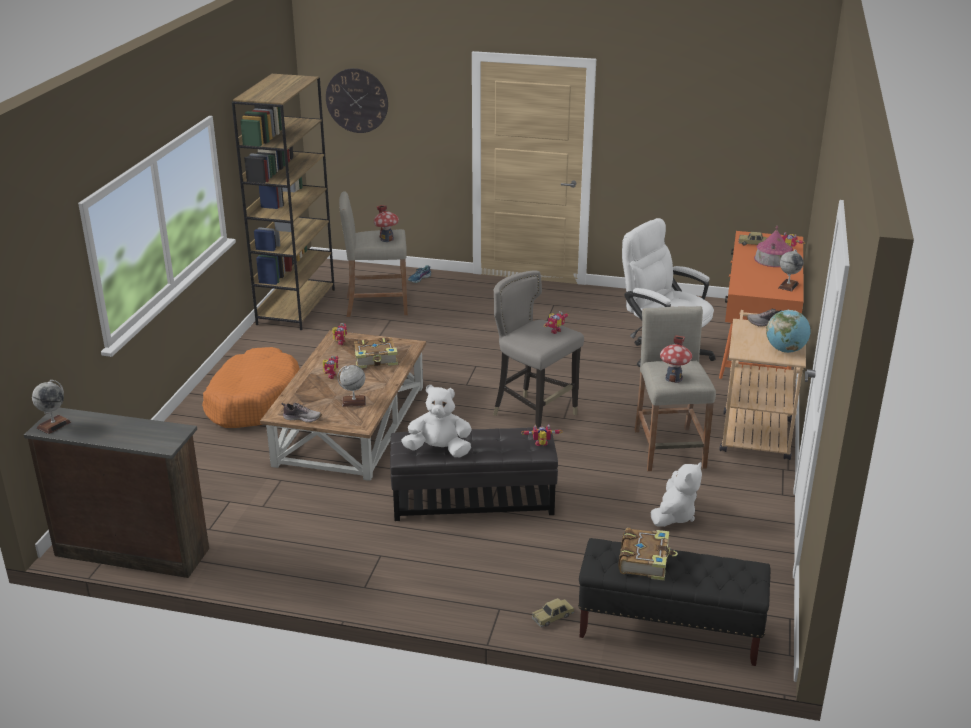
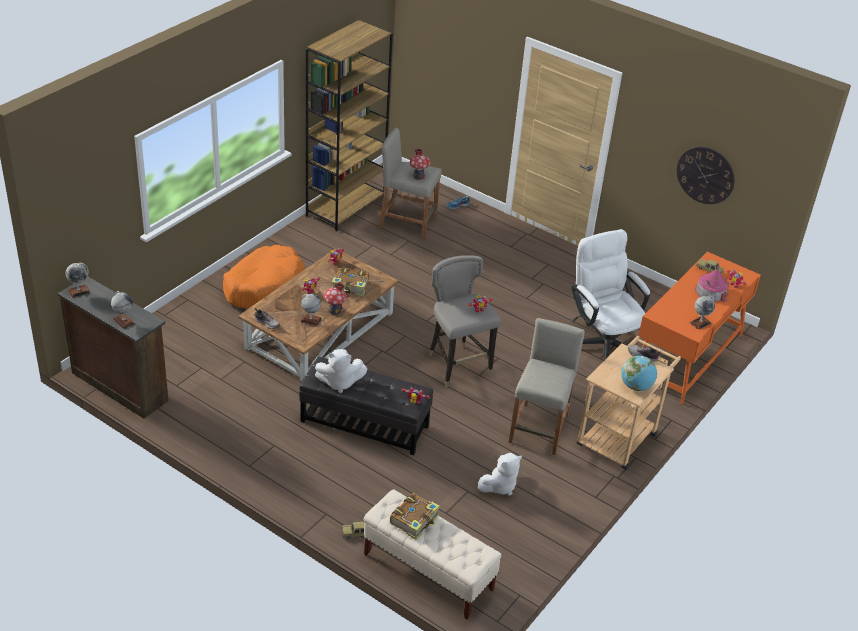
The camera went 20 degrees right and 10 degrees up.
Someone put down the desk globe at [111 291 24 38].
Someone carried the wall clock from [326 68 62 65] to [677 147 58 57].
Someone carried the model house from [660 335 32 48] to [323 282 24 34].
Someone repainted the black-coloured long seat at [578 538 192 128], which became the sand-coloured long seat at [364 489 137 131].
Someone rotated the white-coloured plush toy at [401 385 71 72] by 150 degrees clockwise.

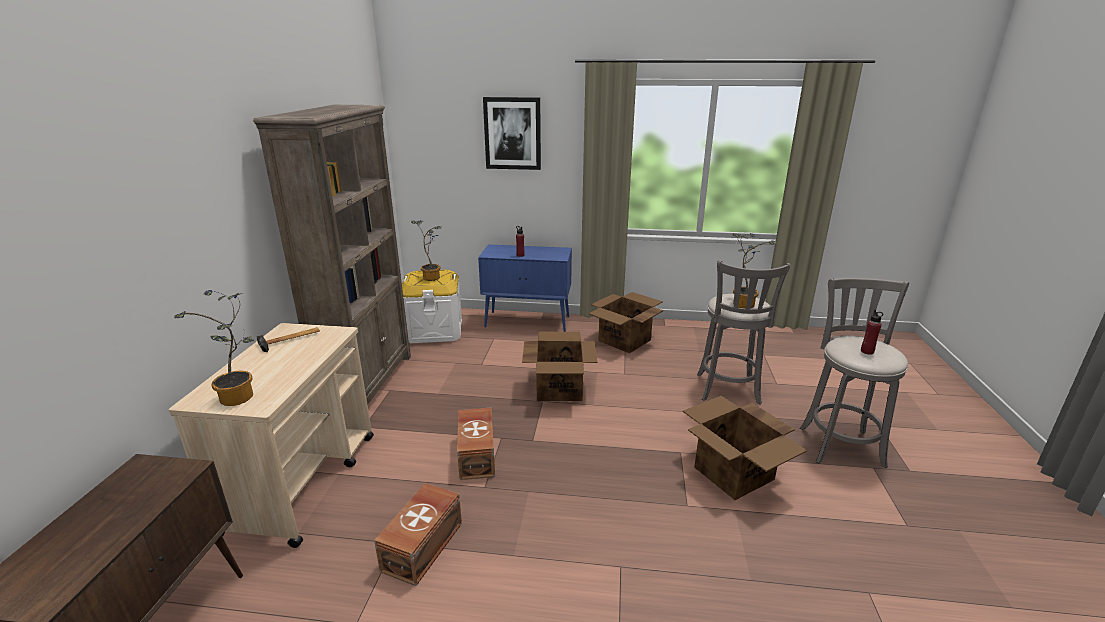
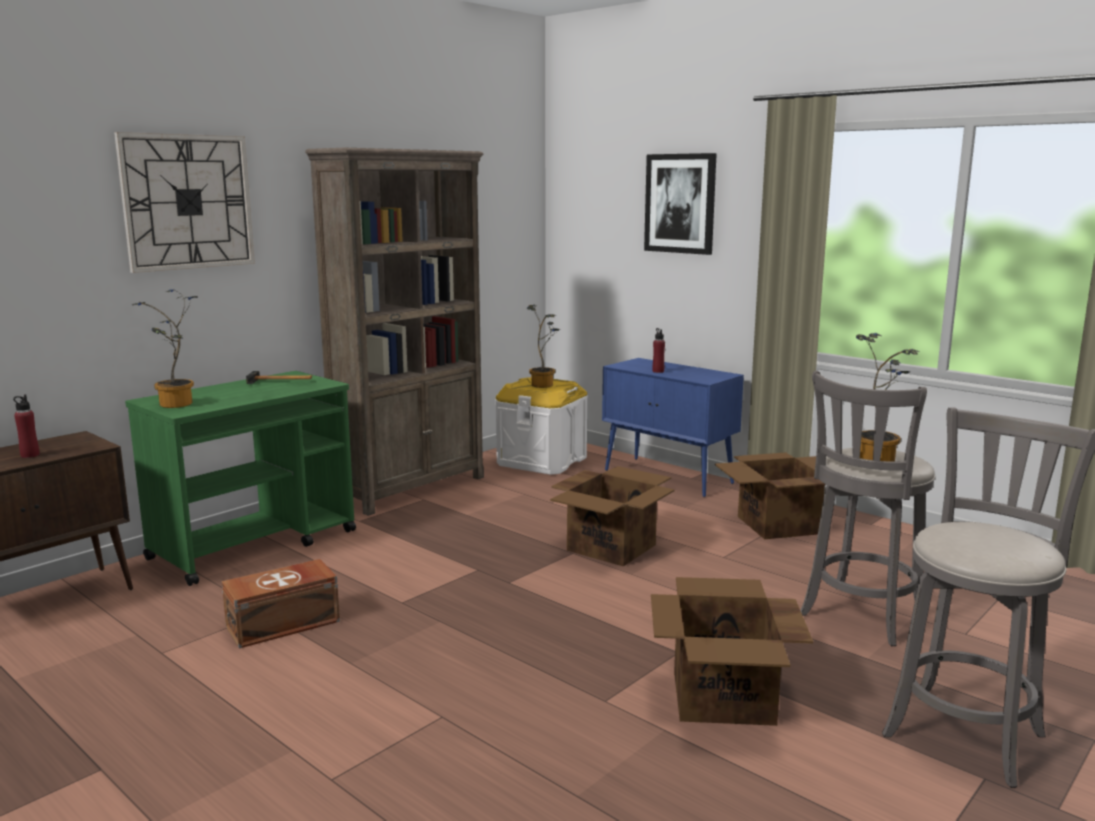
The camera went 35 degrees right and 10 degrees down.
Someone took away the brown storage container at [457 408 38 72].
Someone put up the wall clock at [114 132 141 141].
Someone carried the red-coloured bottle from [861 310 22 45] to [13 394 27 64].
Someone repainted the sand-coloured trolley at [169 323 205 225], which became the green-coloured trolley at [125 371 231 215].

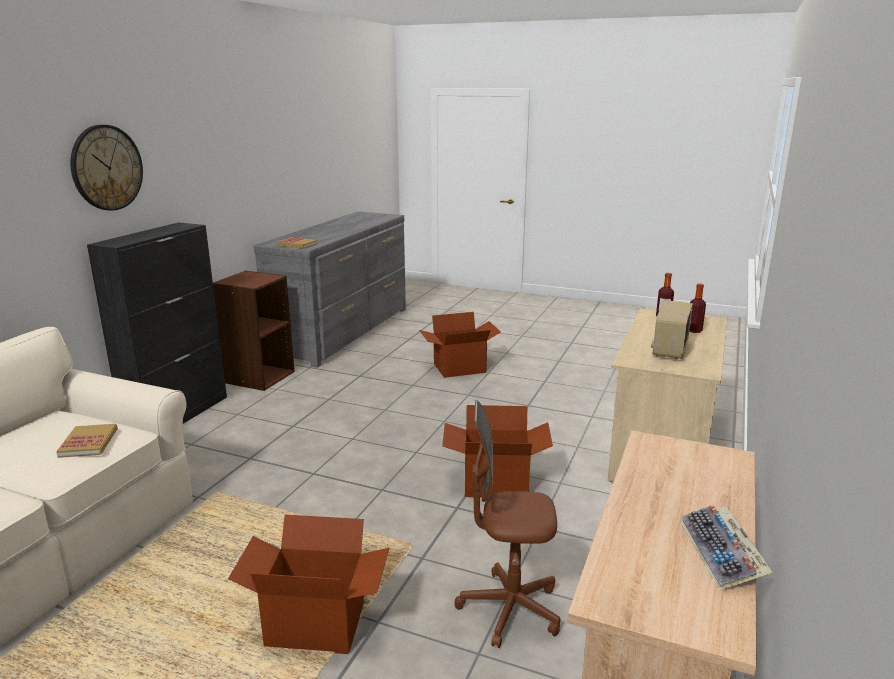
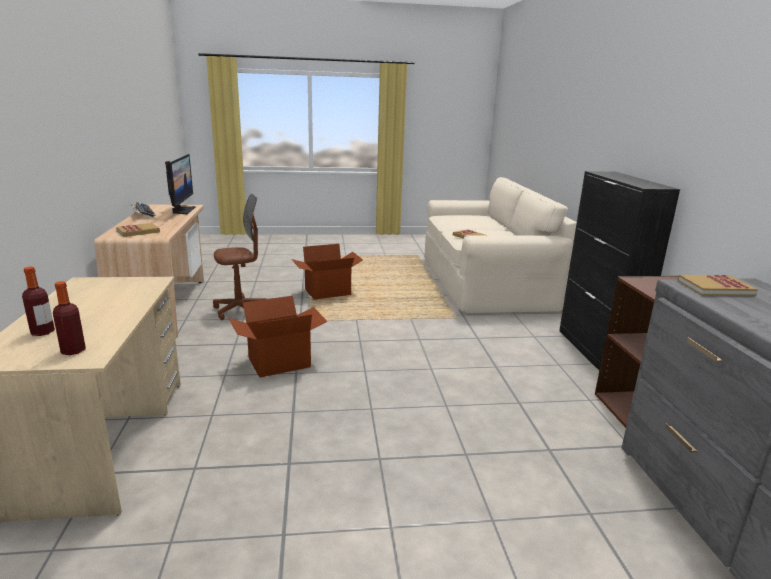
The camera went 150 degrees right and 0 degrees up.
Someone took away the wall clock at [70 125 73 86].
Someone took away the cardboard box at [419 312 82 66].
Someone took away the radio at [651 300 42 59].
Someone put down the bound book at [116 223 44 14].
Someone put down the computer screen at [165 154 30 60].

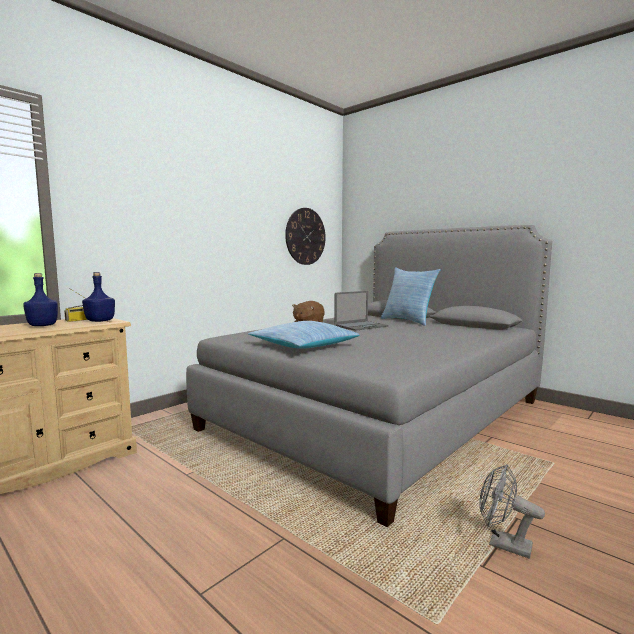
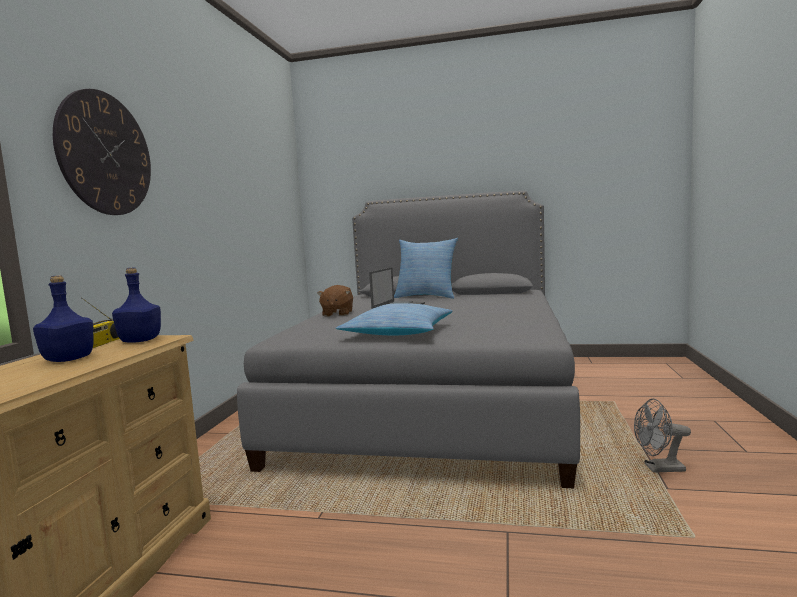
The camera went 30 degrees left and 0 degrees up.
Someone carried the wall clock from [285 208 41 57] to [53 89 98 126].

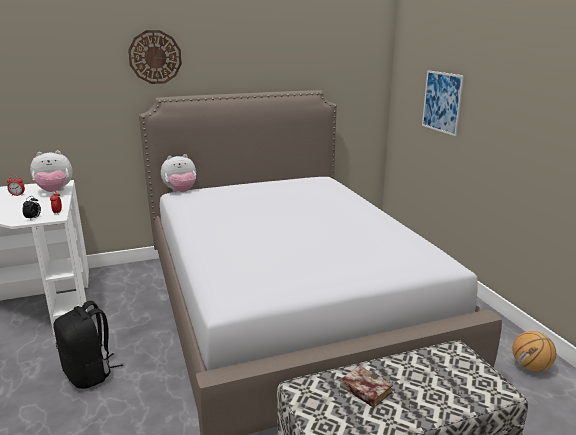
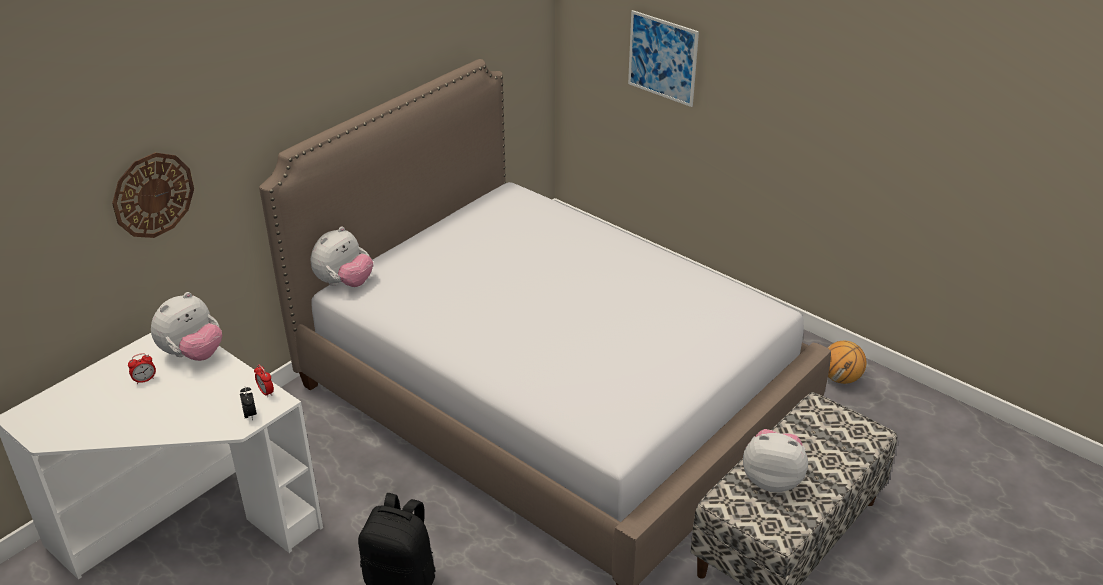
The camera went 30 degrees left and 15 degrees up.
Someone carried the wall clock from [128 30 54 54] to [112 153 82 85].
Someone swapped the bound book at [340 365 53 43] for the plush toy at [743 429 65 63].

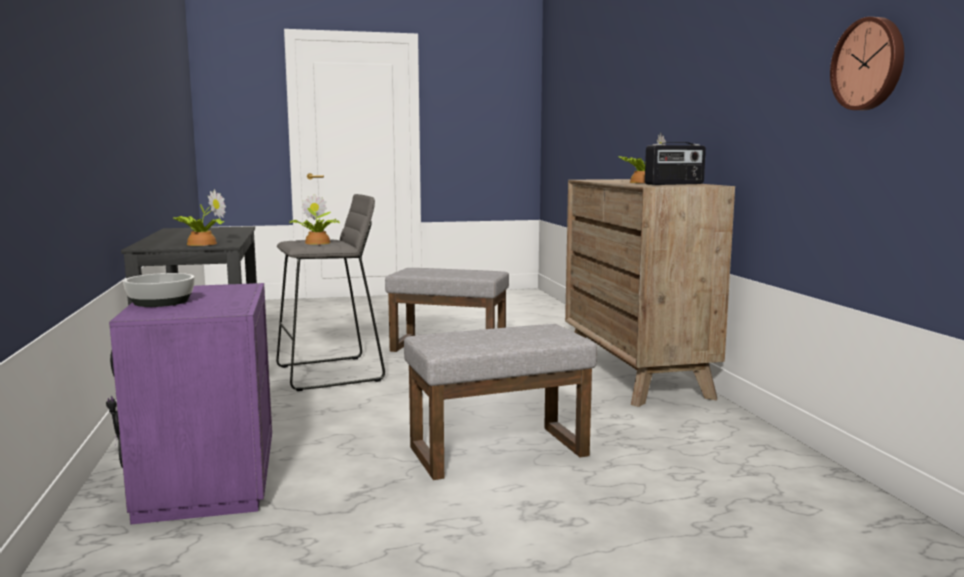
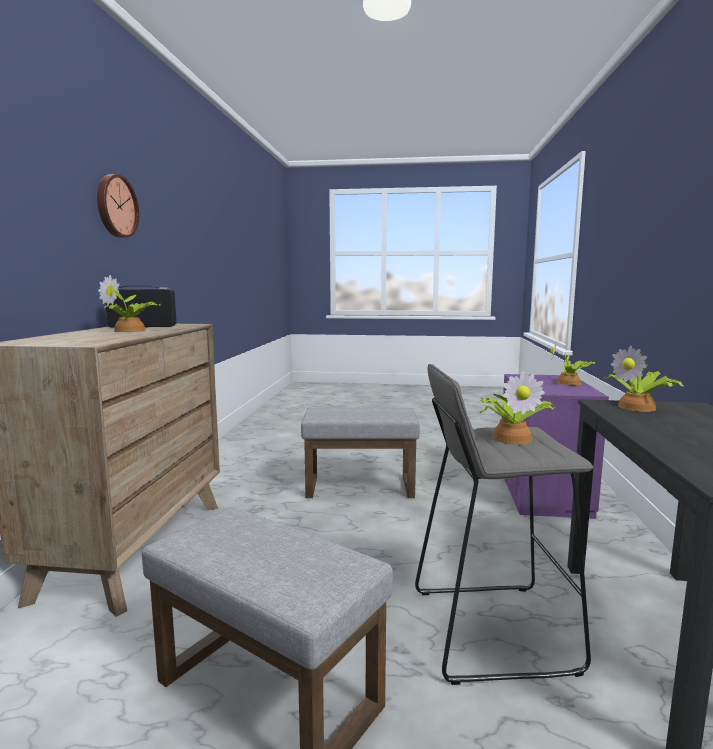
The camera went 160 degrees left and 0 degrees up.
Someone carried the wall clock from [830 17 74 93] to [97 174 42 64].
Someone swapped the serving bowl at [123 273 72 34] for the houseplant at [551 340 45 45].

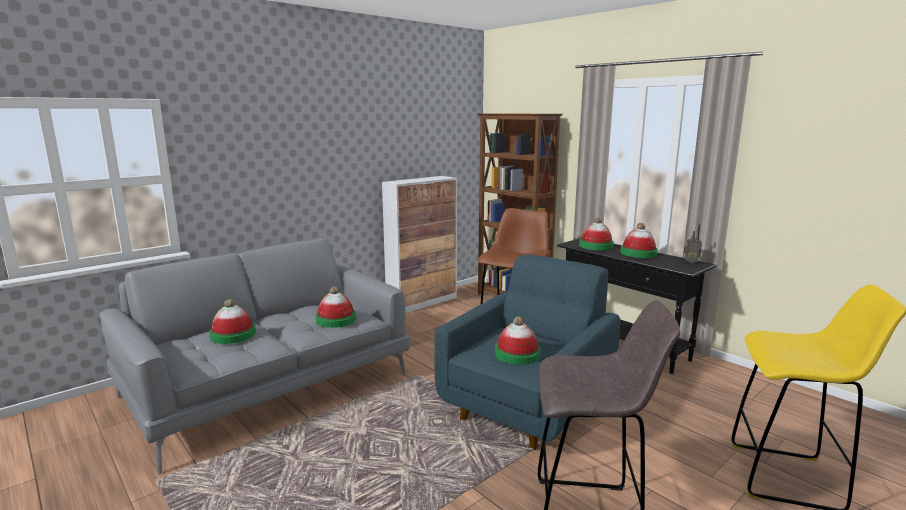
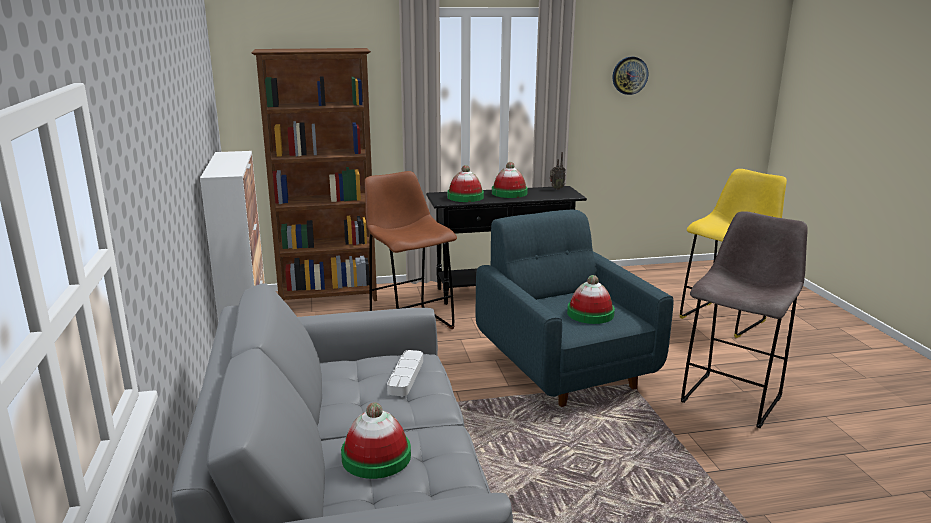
The camera went 60 degrees left and 5 degrees up.
Someone put up the wall clock at [613 57 35 38].
Someone swapped the hat at [316 286 40 42] for the grey tray at [387 350 36 46].

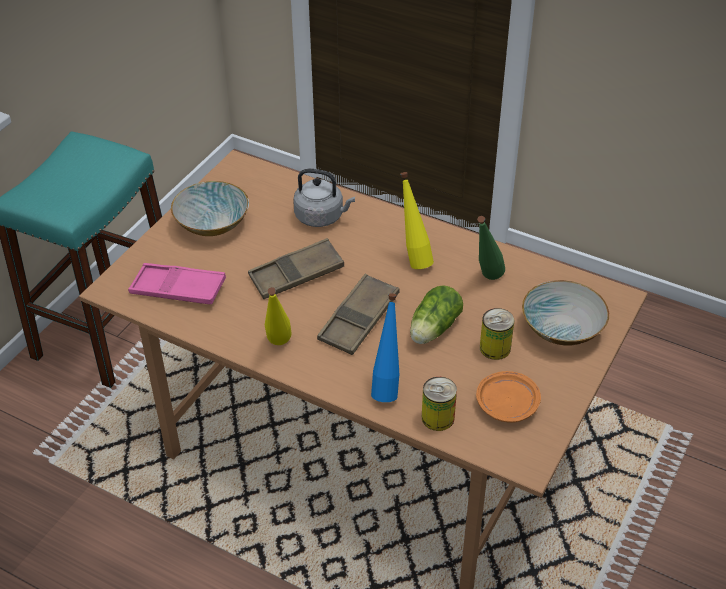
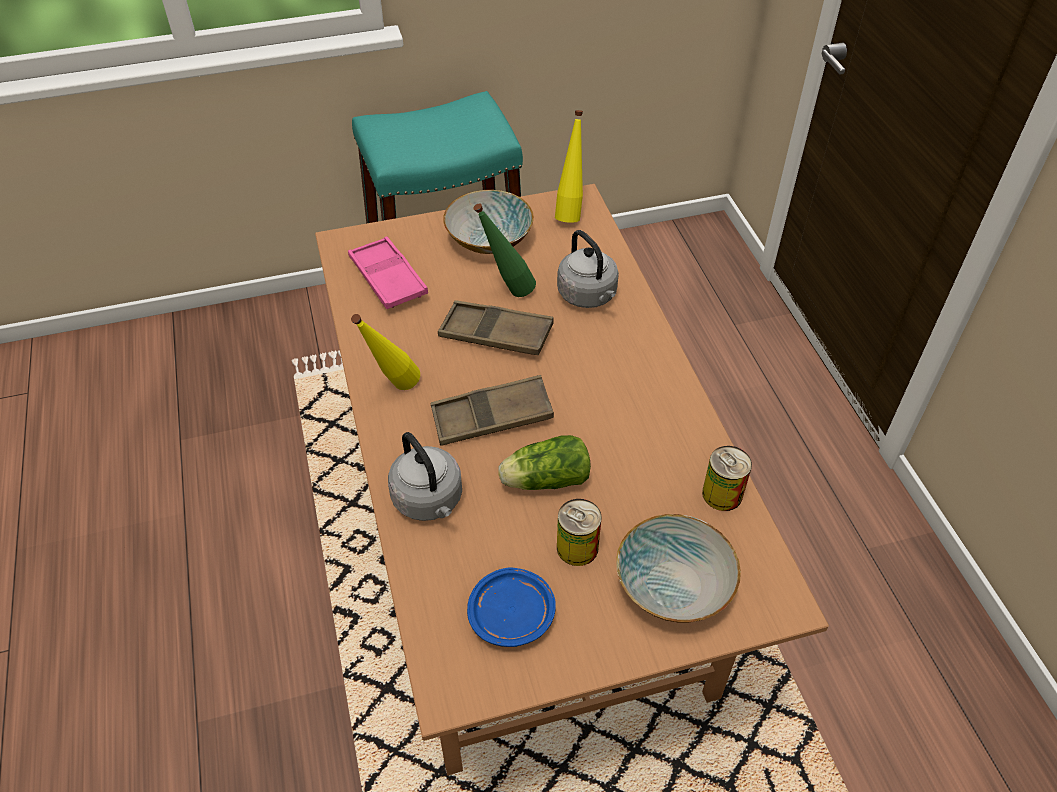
The camera went 45 degrees right and 5 degrees up.
Someone carried the yellow-coloured bottle from [400 172 34 97] to [555 110 28 113].
Someone carried the can from [422 377 35 54] to [702 446 50 65].
Someone carried the green-coloured bottle from [477 216 28 64] to [473 203 63 94].
Someone swapped the blue bottle at [371 293 28 109] for the grey kettle at [388 432 74 89].
Someone repainted the orangey plate at [476 371 65 52], which became the blue plate at [467 568 89 79].

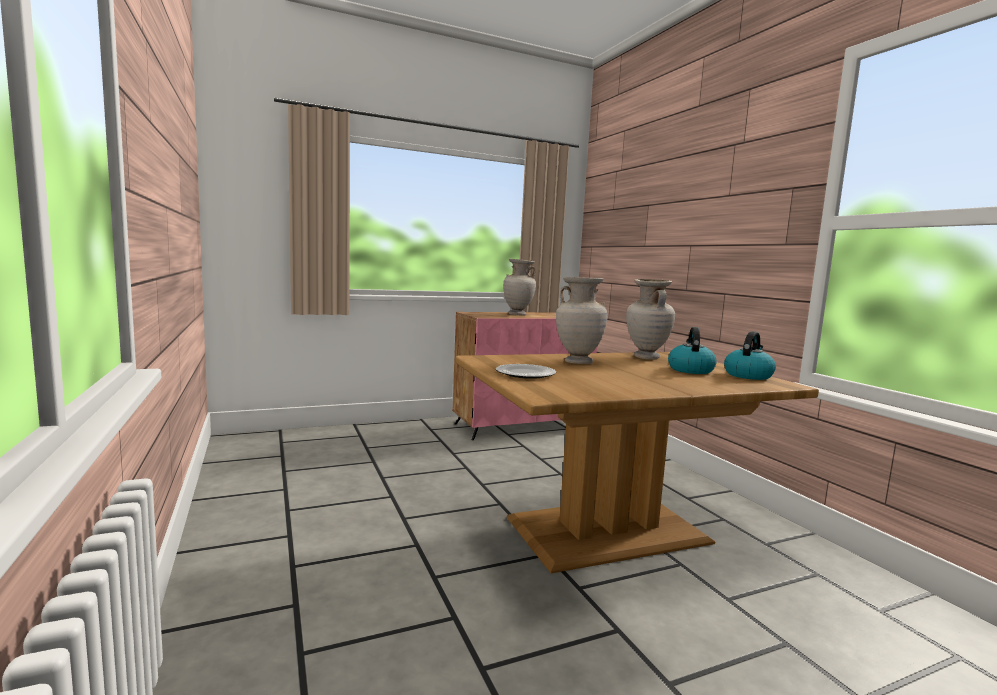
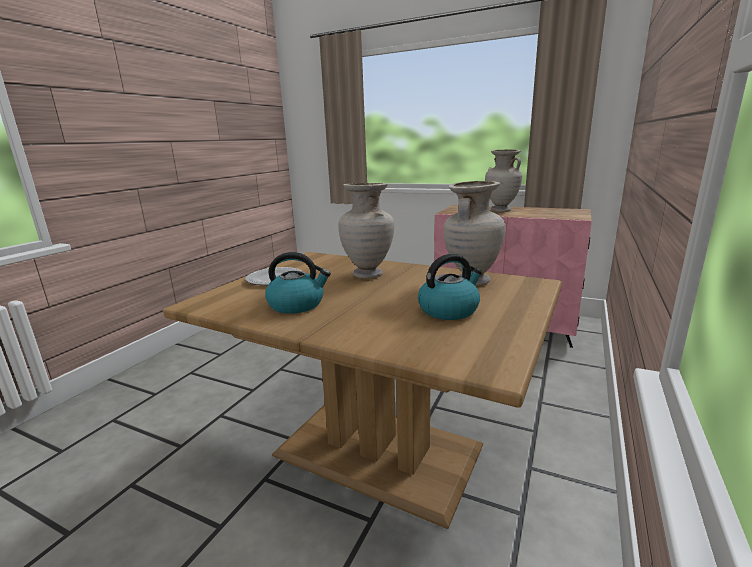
The camera went 50 degrees right and 10 degrees up.
Someone carried the kettle from [724 331 52 49] to [265 252 66 62].

